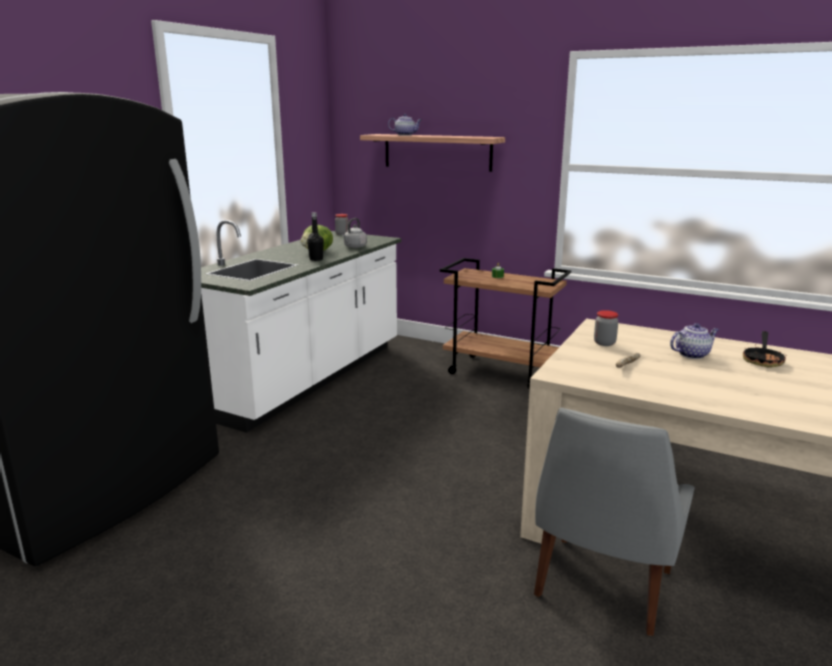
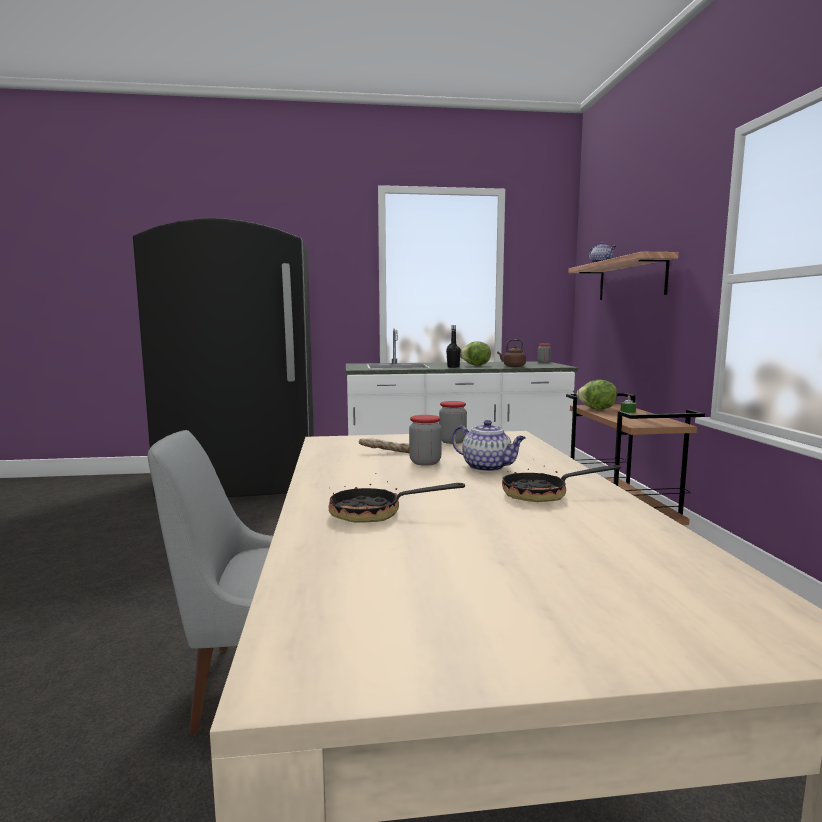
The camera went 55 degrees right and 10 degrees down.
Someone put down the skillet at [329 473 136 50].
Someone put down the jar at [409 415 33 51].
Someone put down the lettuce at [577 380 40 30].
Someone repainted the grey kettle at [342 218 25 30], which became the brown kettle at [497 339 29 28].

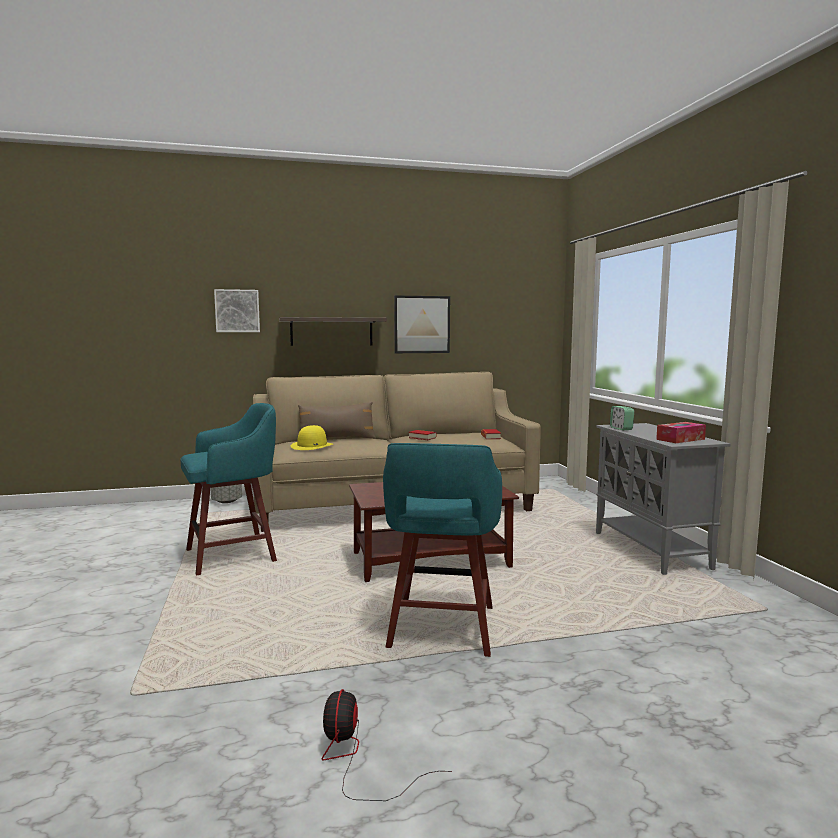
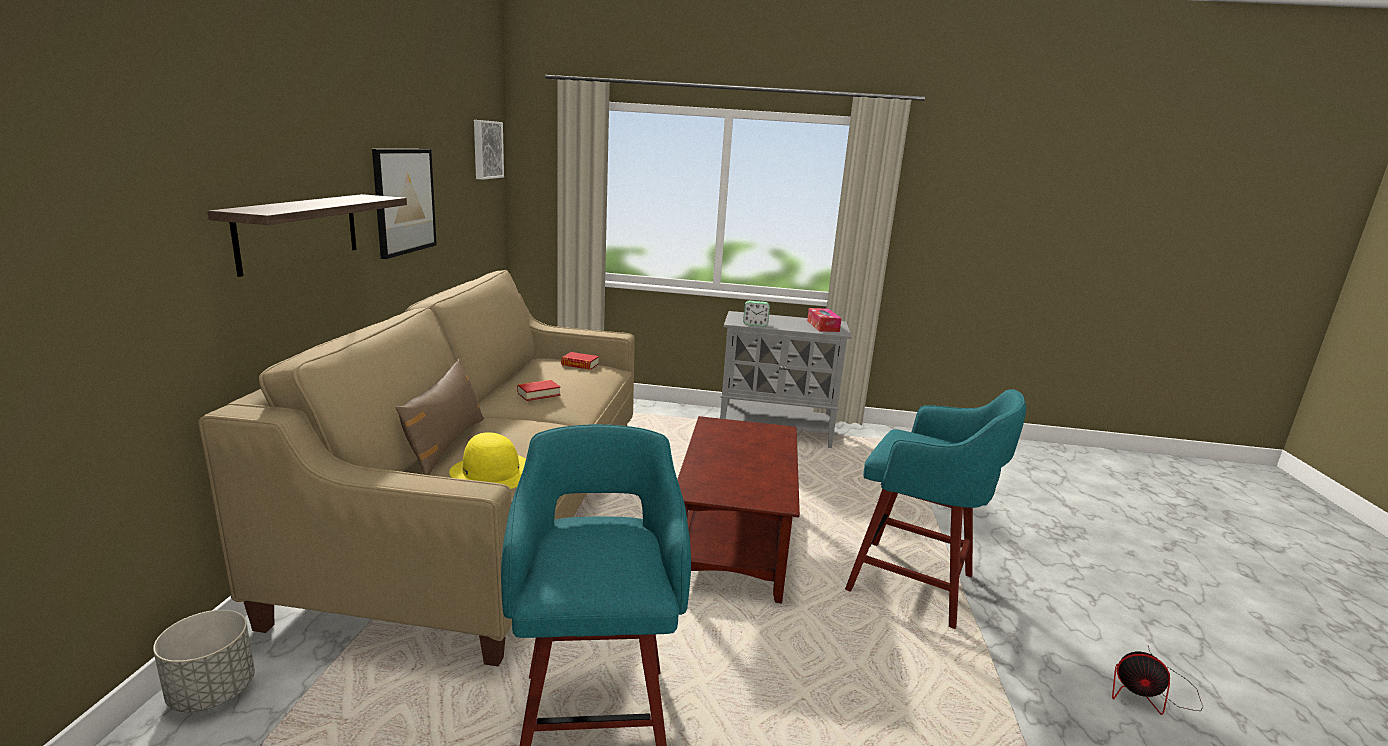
The camera went 70 degrees left and 10 degrees up.
Someone carried the picture from [214 289 46 43] to [474 120 30 60].

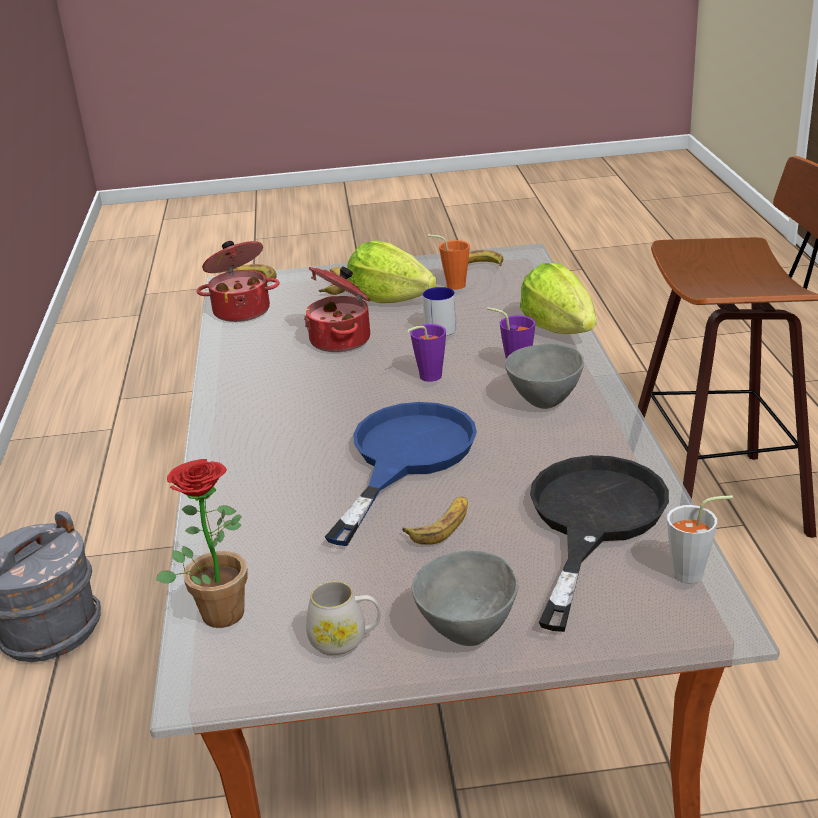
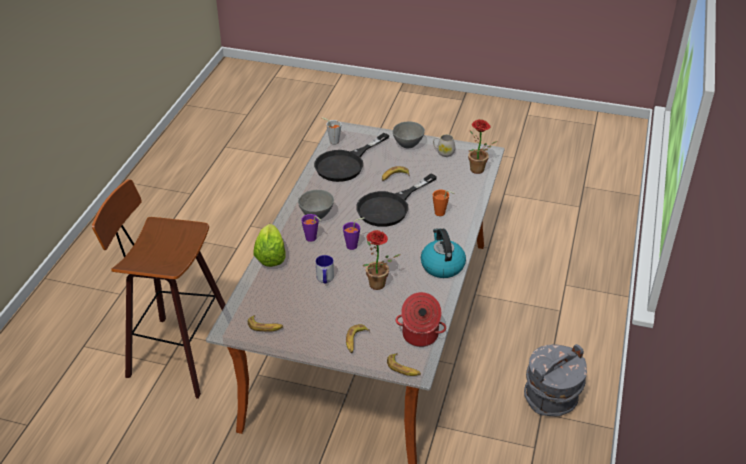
The camera went 160 degrees left and 10 degrees up.
Someone took away the lettuce at [347 240 89 63].
Someone put down the kettle at [421 228 45 50].
Someone carried the orangey cup from [428 235 42 54] to [433 190 22 26].
Someone swapped the stockpot at [304 267 66 85] for the houseplant at [363 230 37 60].
Someone repainted the blue skillet at [325 402 152 144], which became the black-coloured skillet at [356 174 81 53].

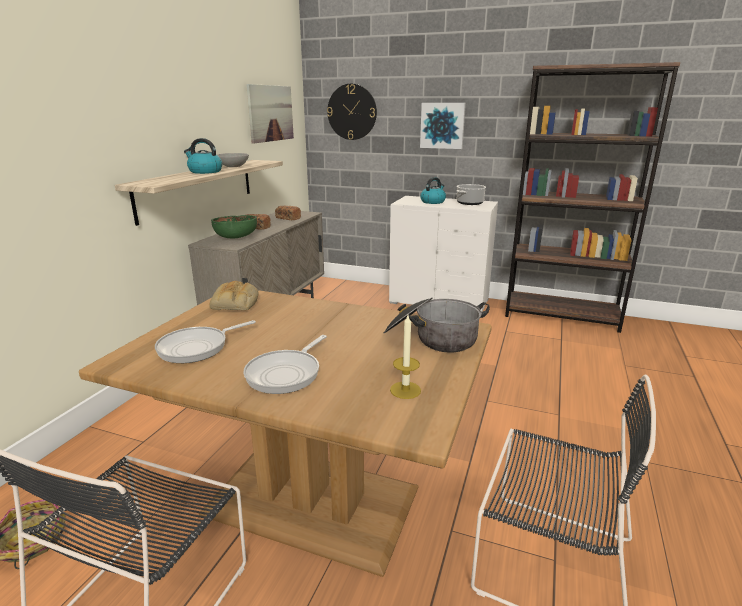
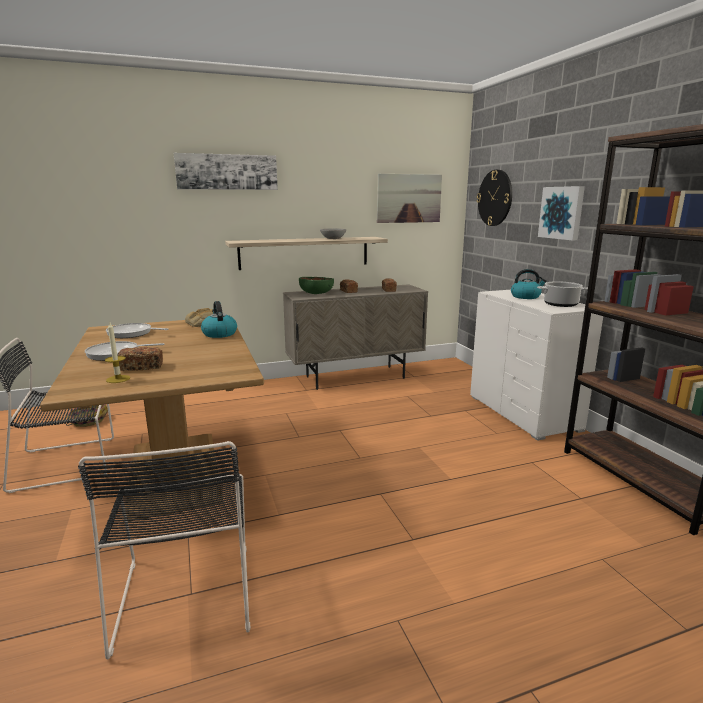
The camera went 50 degrees right and 5 degrees down.
Someone took away the stockpot at [383 298 107 54].
Someone put down the baked bread at [118 347 45 24].
Someone put up the picture at [174 153 104 37].
Someone carried the kettle from [184 138 38 36] to [201 301 36 37].

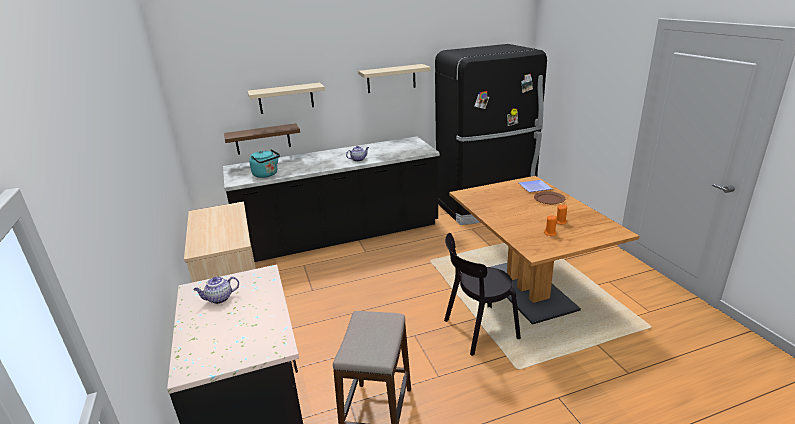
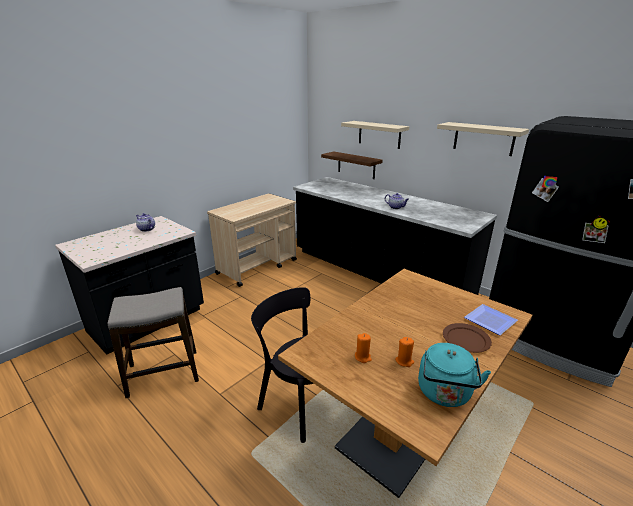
The camera went 60 degrees right and 0 degrees up.
Someone carried the turquoise-coloured kettle from [249 149 31 29] to [418 343 73 64].

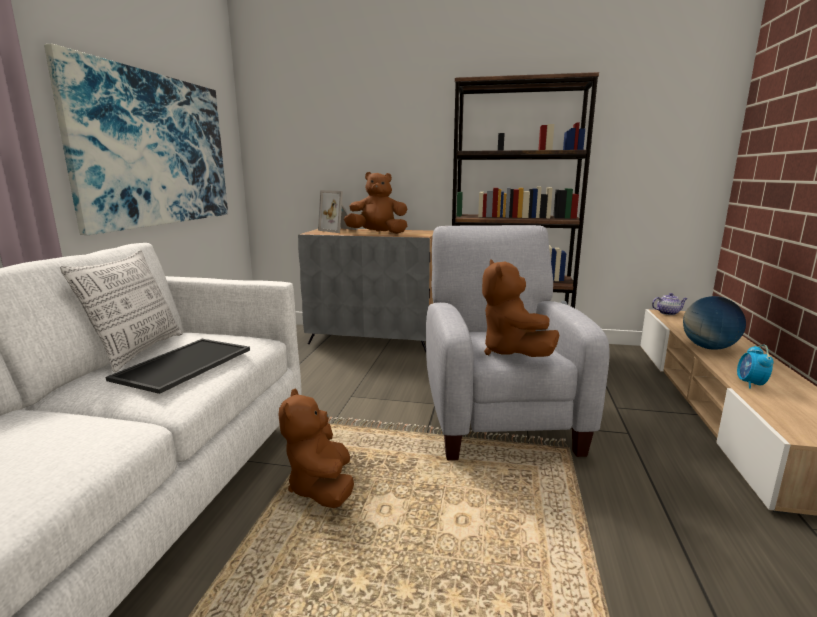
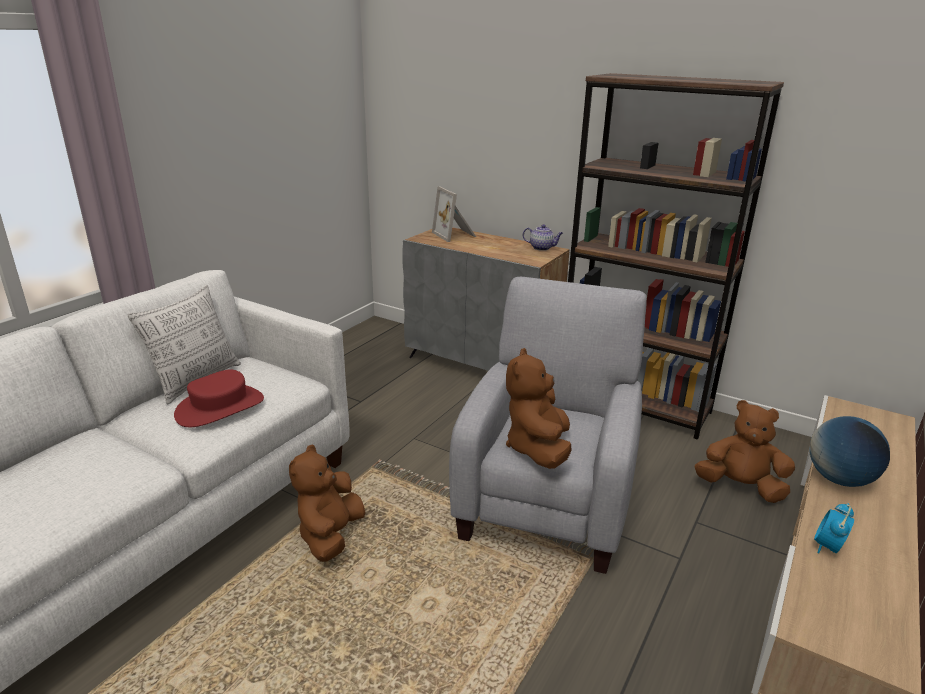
The camera went 20 degrees right and 10 degrees up.
Someone took away the picture at [44 44 184 191].
Someone carried the brown plush toy from [344 172 63 62] to [695 400 100 103].
Someone carried the pot for tea from [652 293 36 22] to [523 224 40 27].
Someone swapped the tray at [106 339 144 55] for the red-coloured hat at [174 369 90 58].

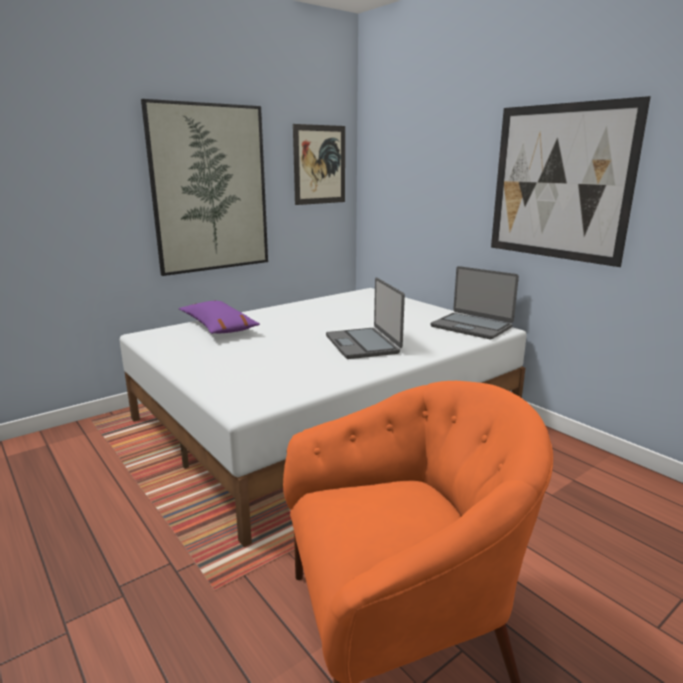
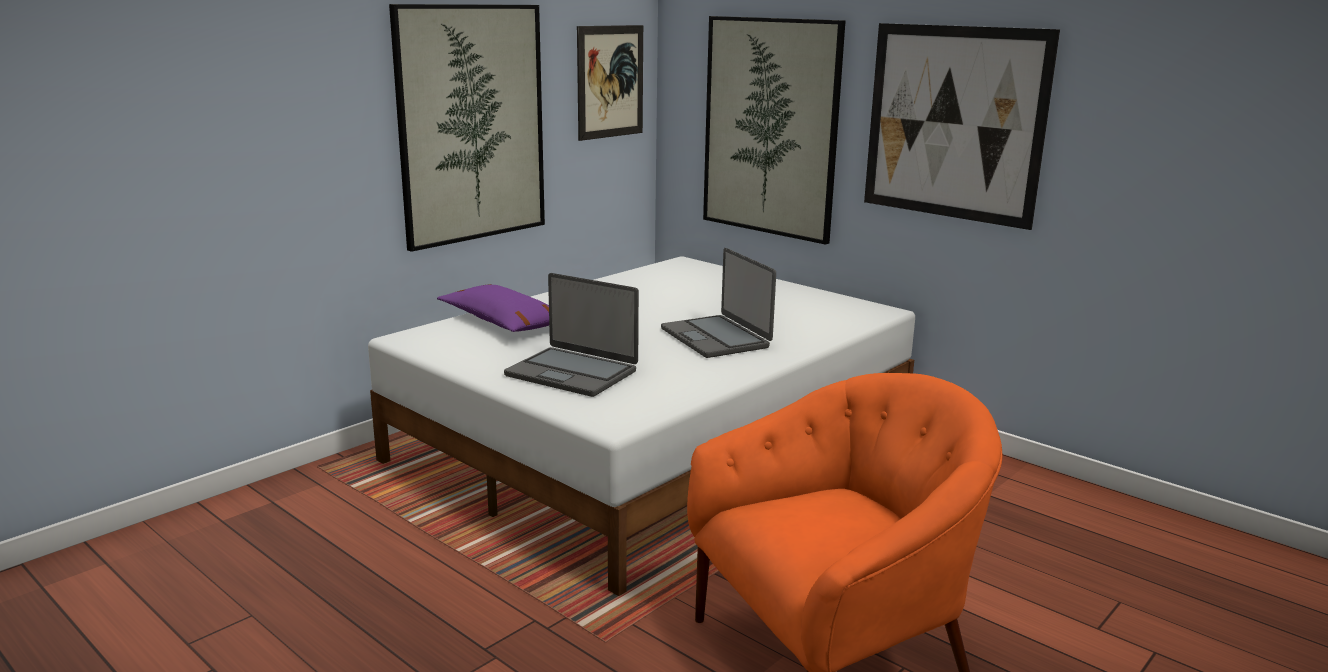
The camera went 10 degrees left and 0 degrees up.
Someone put up the picture at [703 16 143 229].
Someone carried the portable computer from [431 266 88 73] to [504 273 135 124].

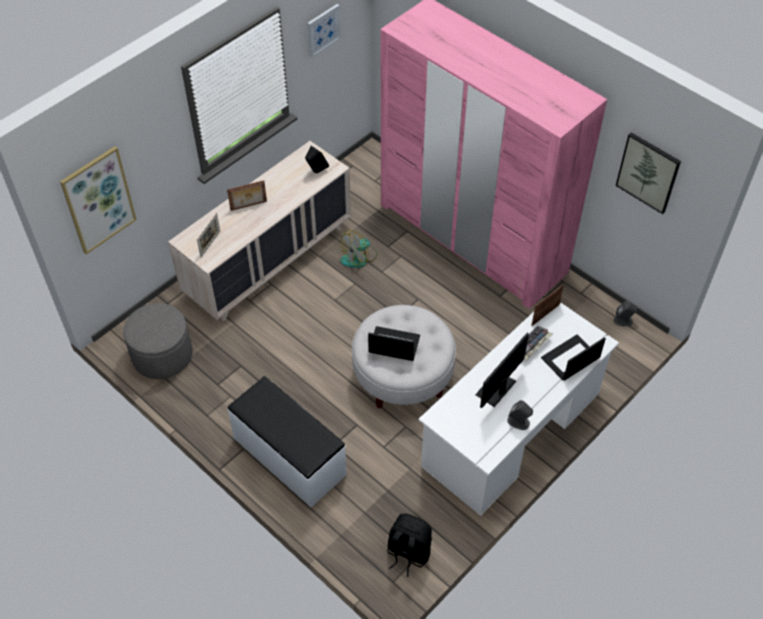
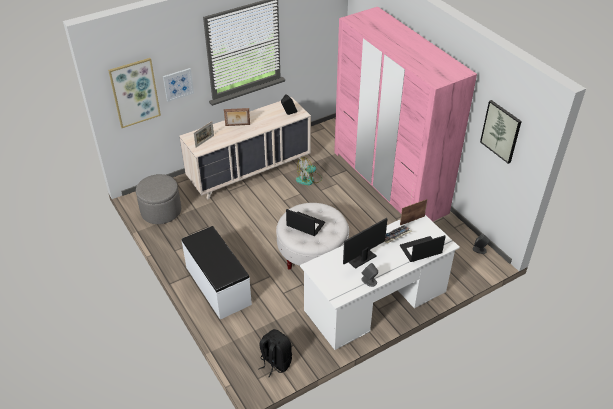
The camera went 15 degrees right and 10 degrees down.
Someone carried the picture from [307 4 34 54] to [163 68 31 34].

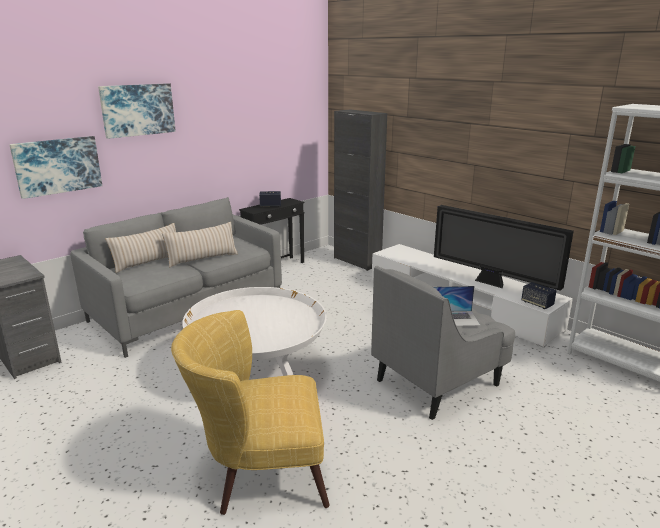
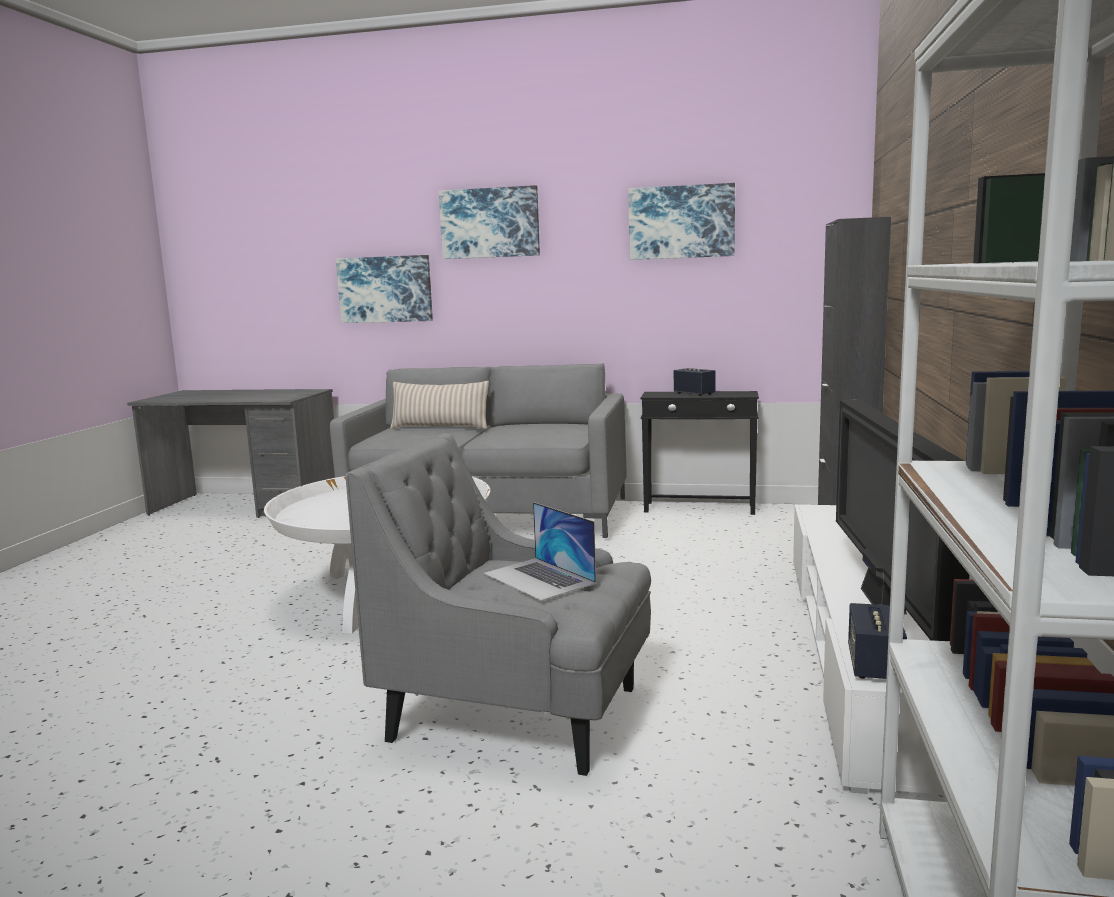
The camera went 55 degrees right and 10 degrees down.
Someone took away the sand-coloured pillow at [162 222 76 45].
Someone took away the yellow-coloured lounge chair at [171 310 159 205].
Someone put up the picture at [628 183 107 77].

